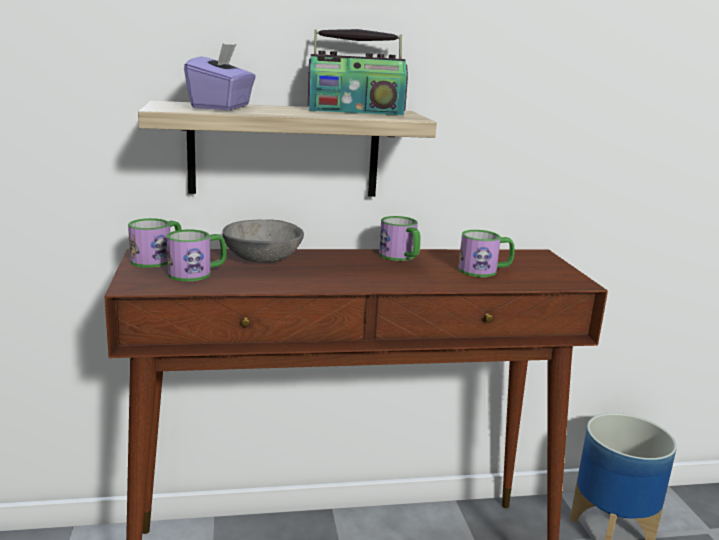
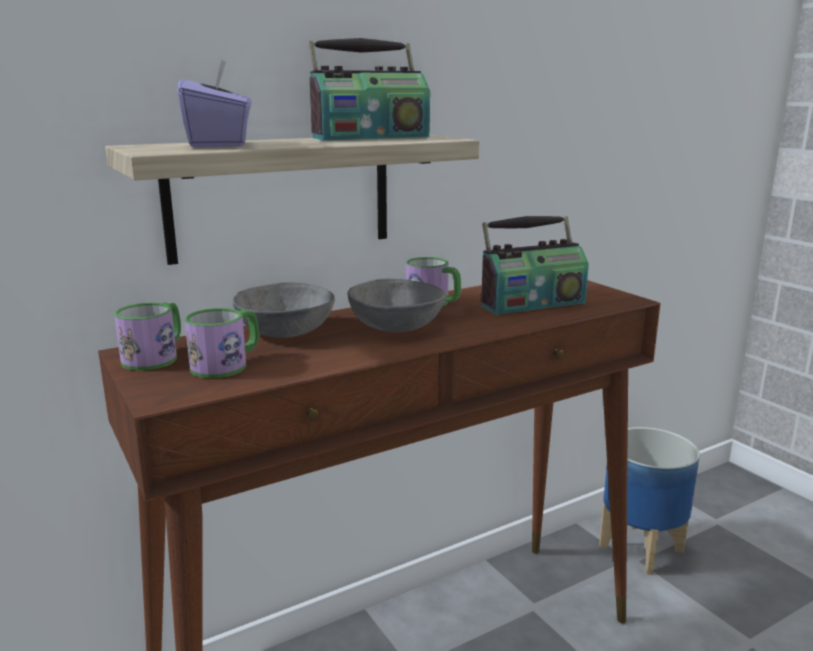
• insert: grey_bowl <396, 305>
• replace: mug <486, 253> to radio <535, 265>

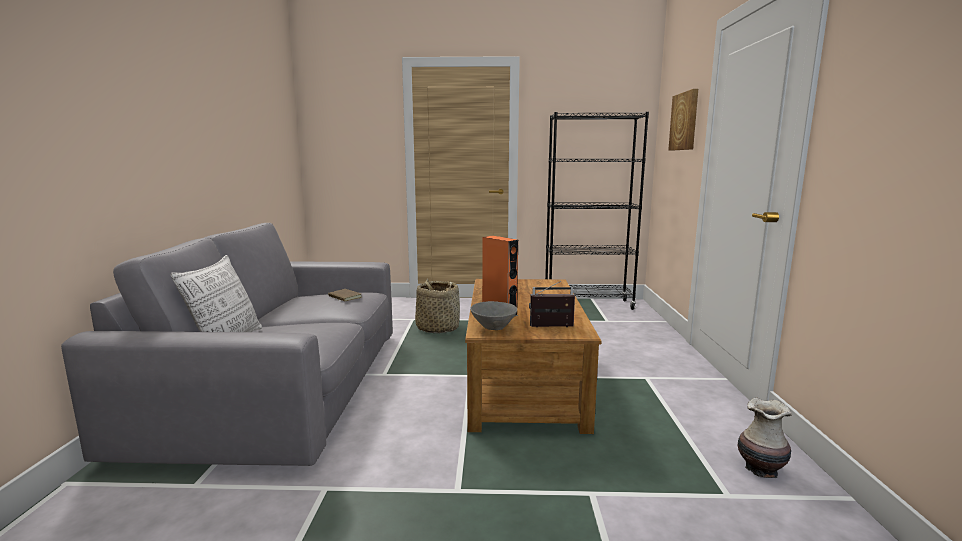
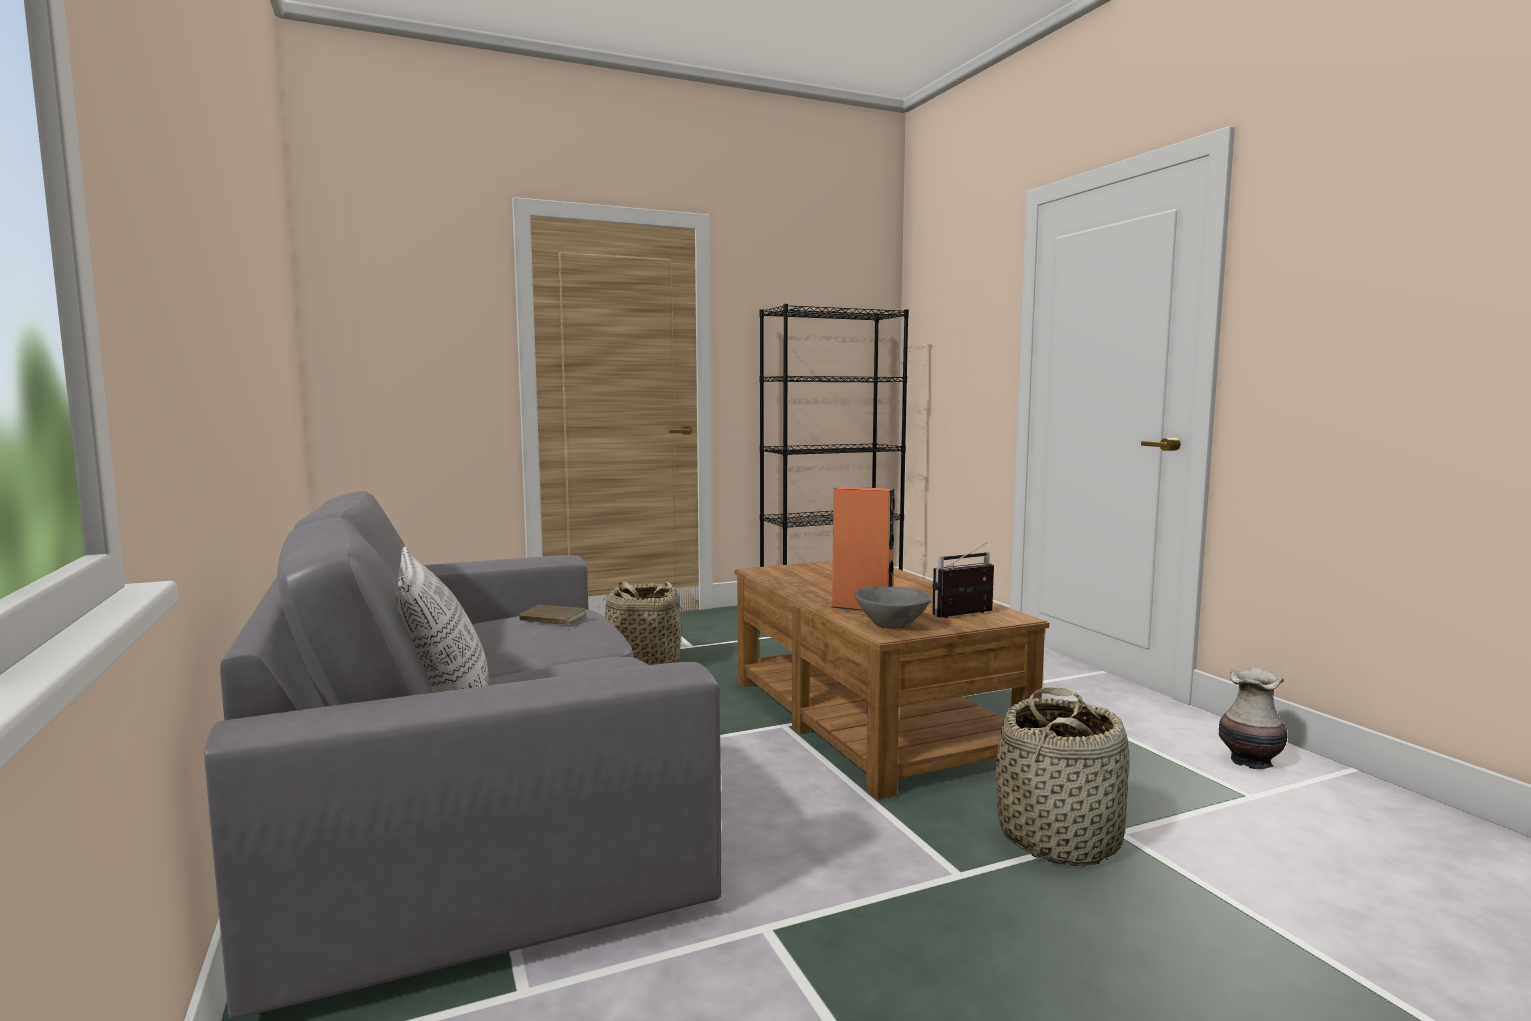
• delete: picture <683, 120>
• insert: basket <1063, 776>

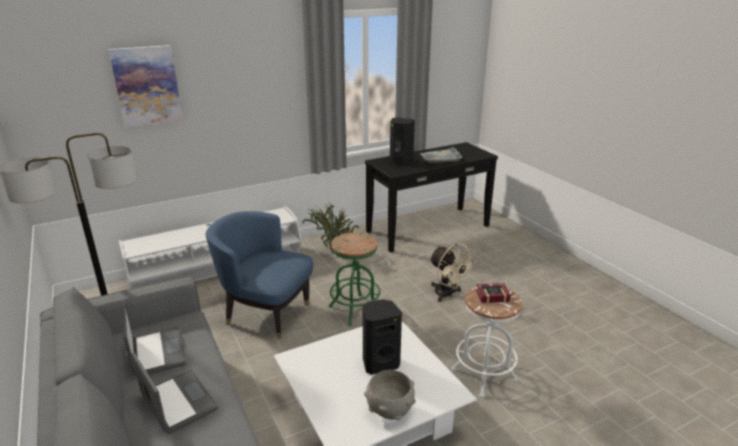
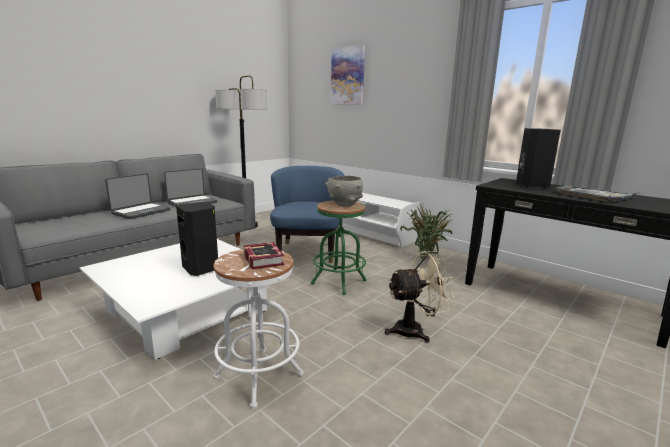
• move: grey_bowl <390, 395> to <344, 191>
• rotate: beige_fan <453, 272> = <420, 297> 135 degrees counterclockwise

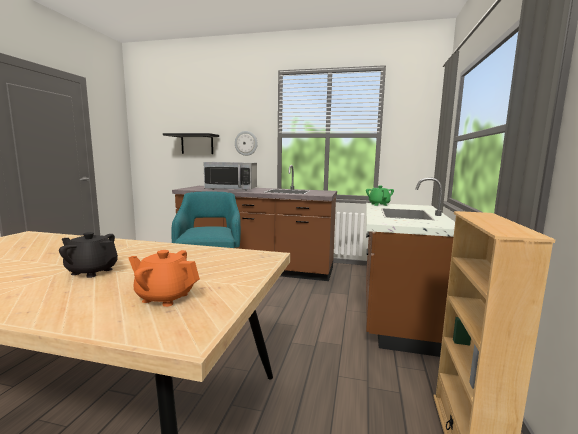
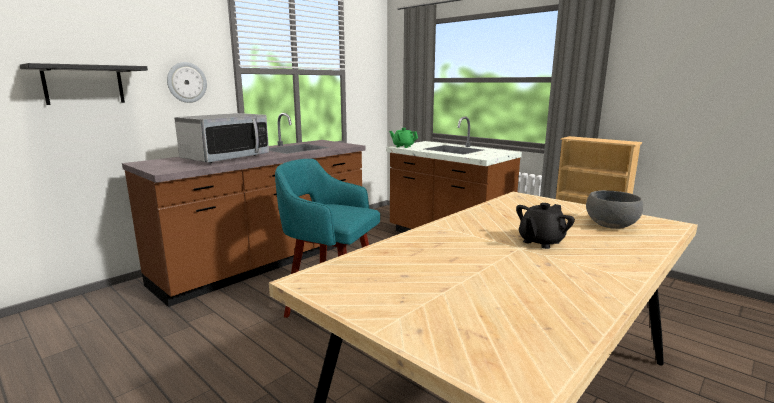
• replace: orange_teapot <164, 278> to grey_bowl <614, 209>

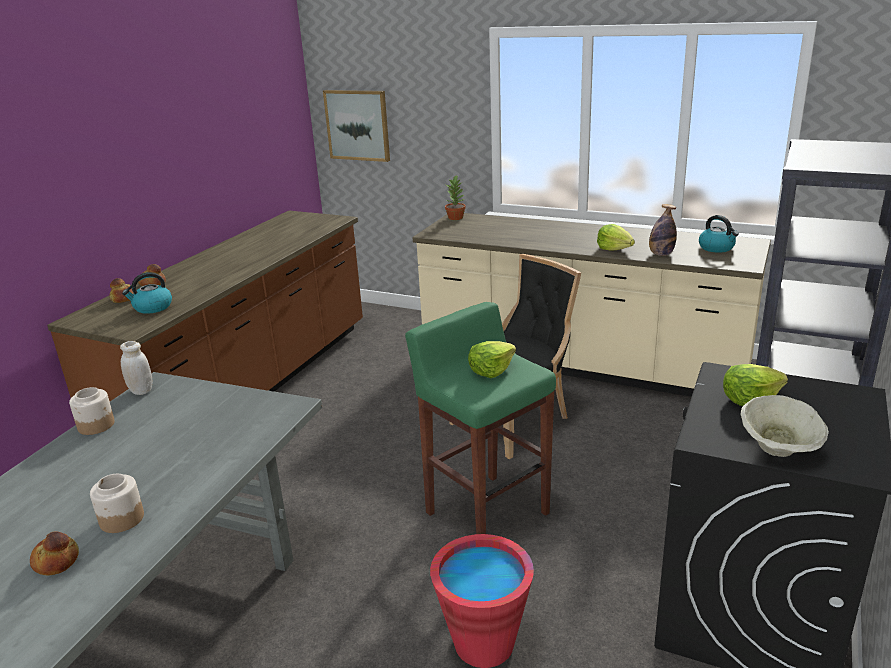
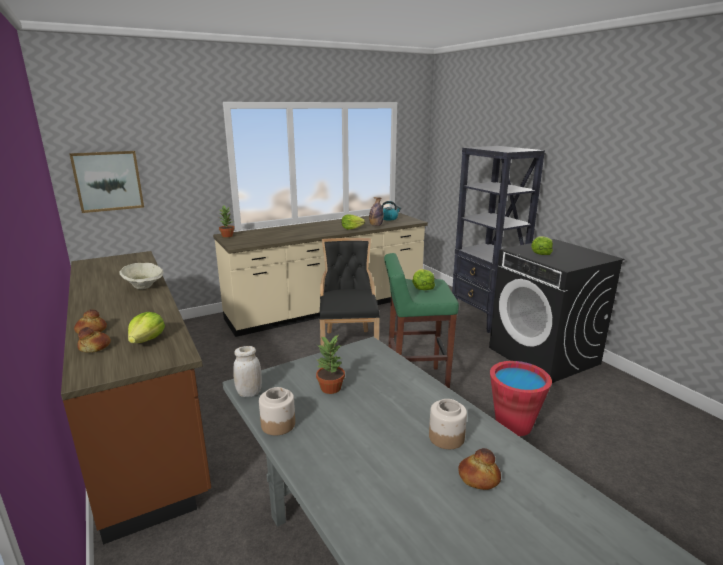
• insert: potted_plant <330, 365>
• move: beige_bowl <785, 426> to <141, 276>
• replace: kettle <147, 293> to lettuce <146, 327>

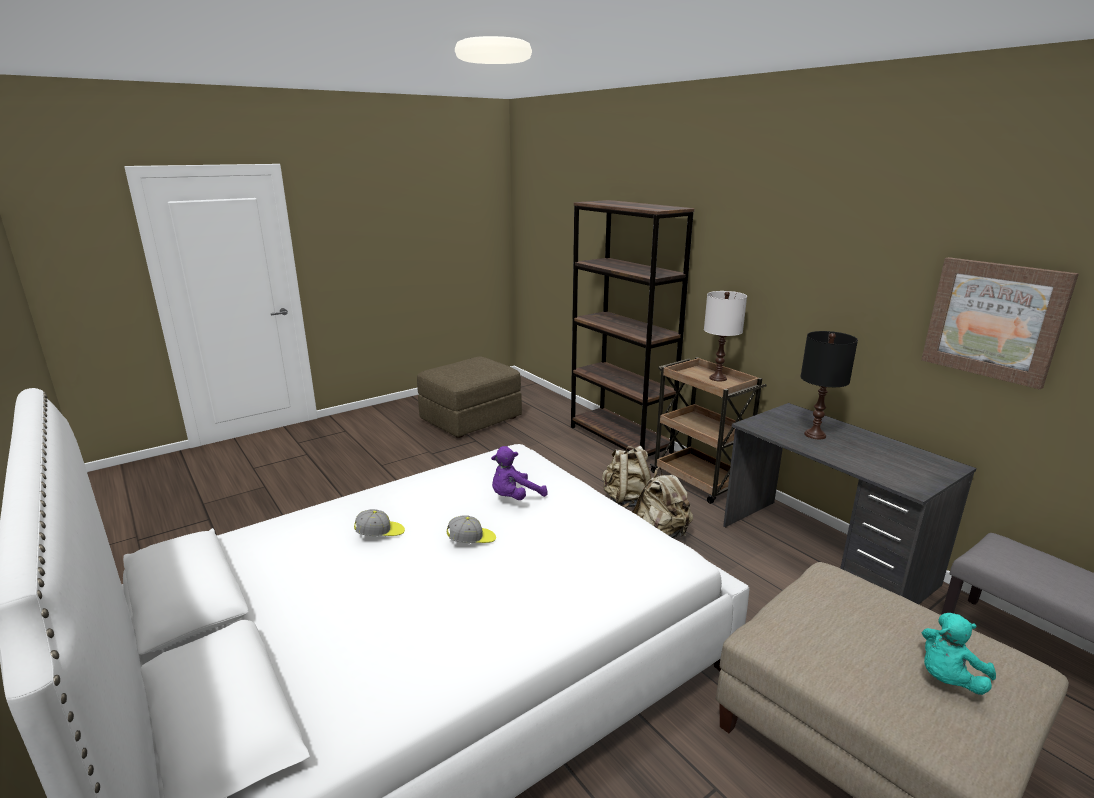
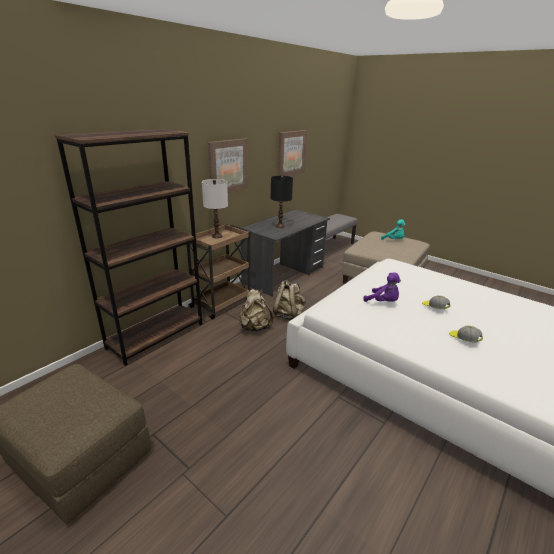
• insert: picture <227, 166>

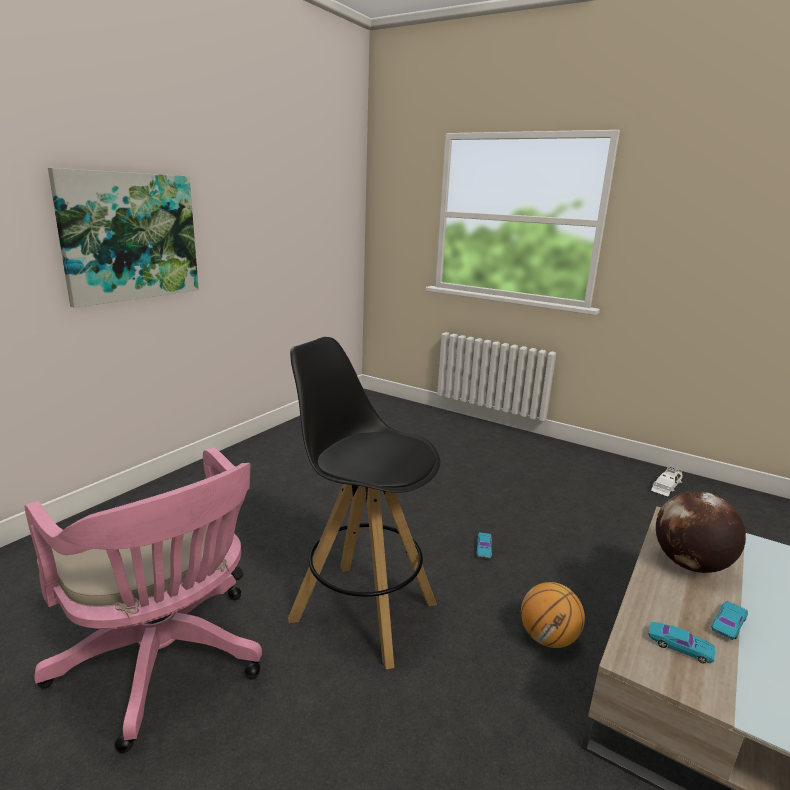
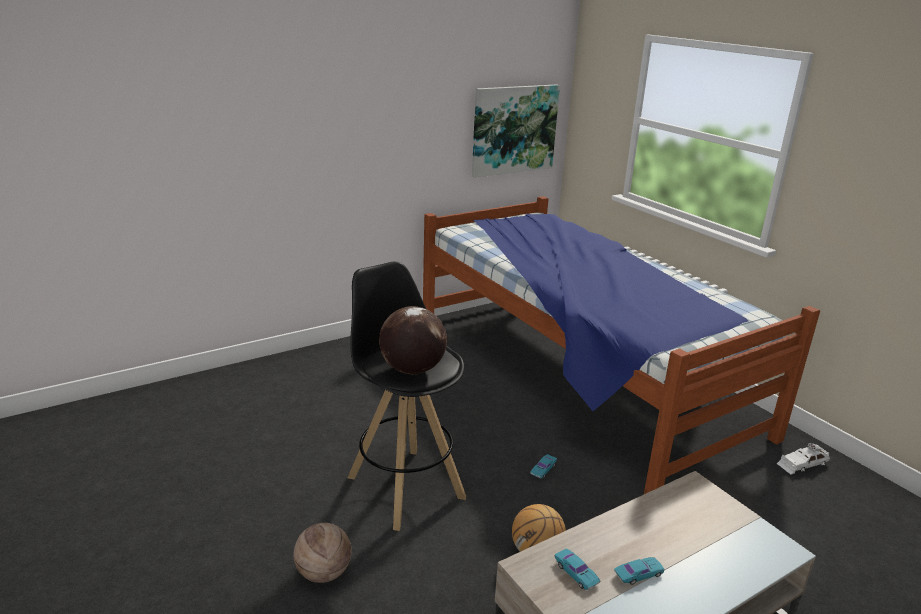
• delete: pink_office_chair <143, 600>
• insert: basketball <322, 553>
• insert: bed <621, 345>
• move: picture <123, 238> to <516, 131>
• move: globe <701, 532> to <413, 340>

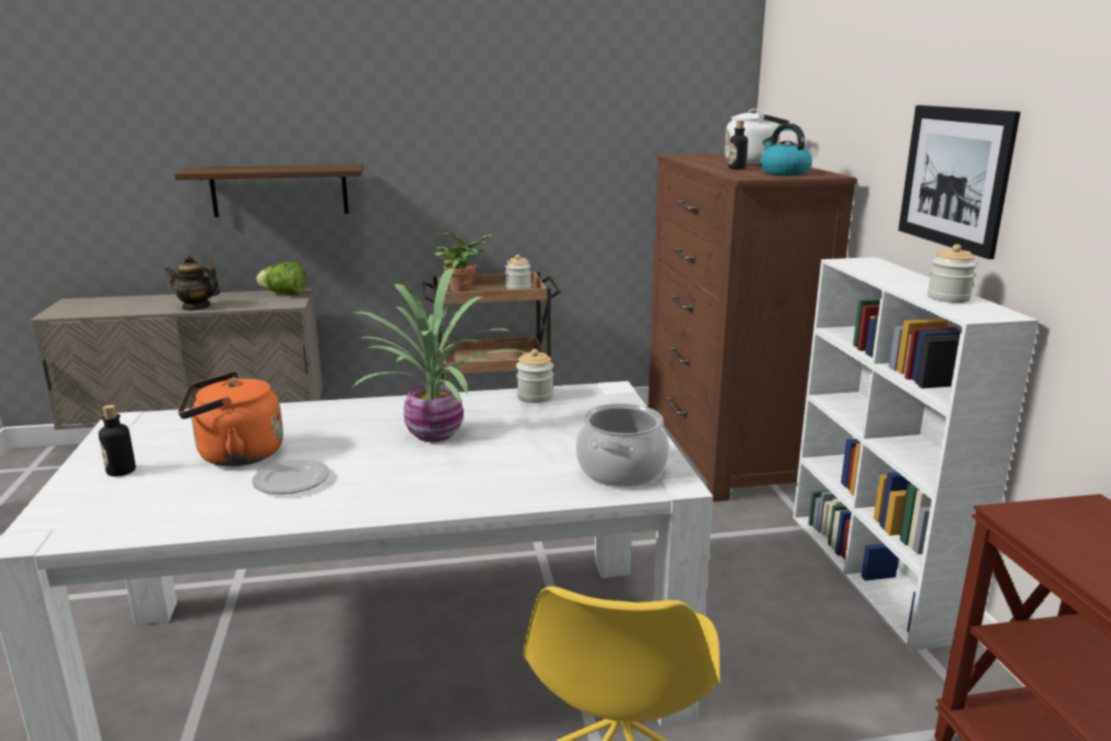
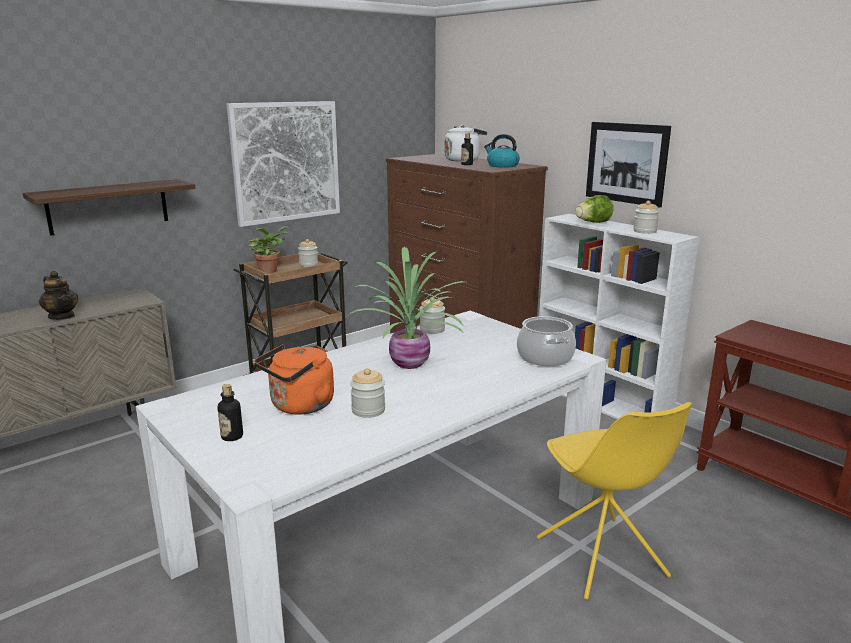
• insert: picture <283, 164>
• move: lettuce <281, 278> to <594, 209>
• replace: plate <291, 476> to jar <367, 393>
• rotate: teapot <192, 283> = <58, 295> 120 degrees counterclockwise

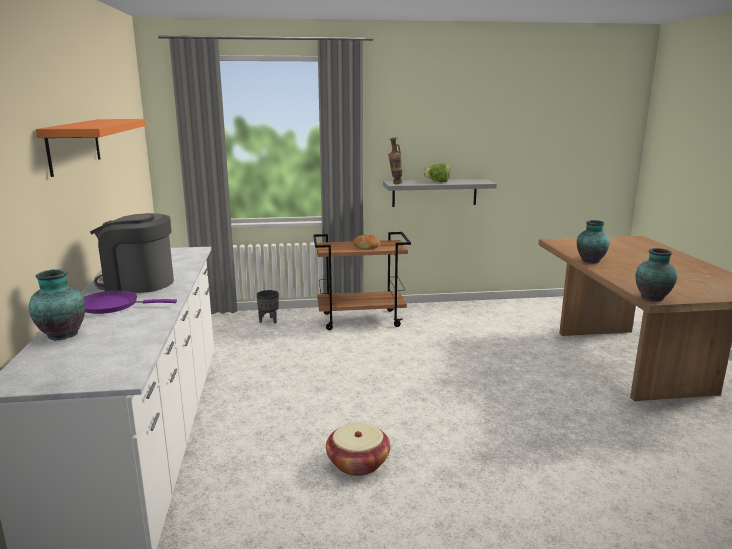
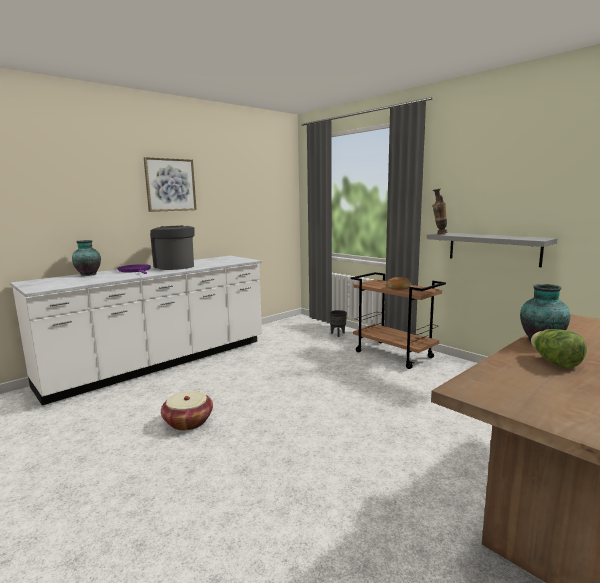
• delete: vase <656, 274>
• move: lettuce <437, 172> to <559, 349>
• replace: orange_shelf <90, 148> to picture <170, 184>

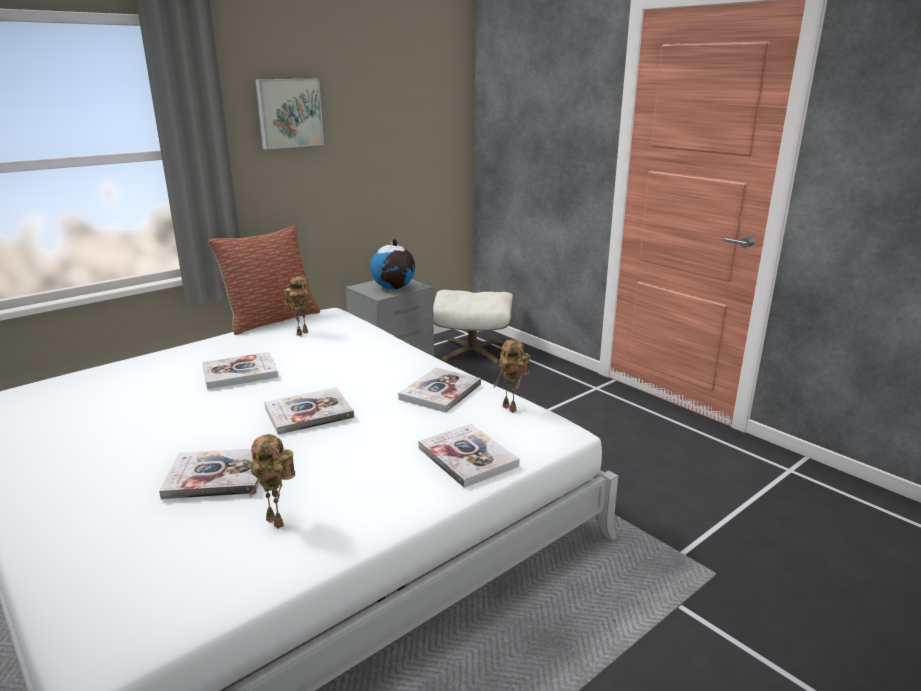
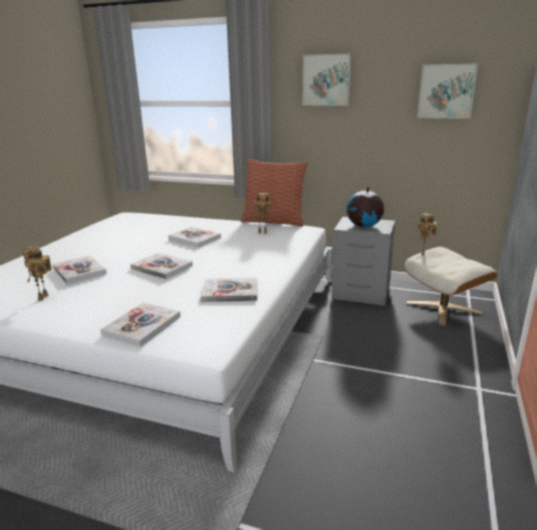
• insert: picture <447, 91>
• move: toy_robot <511, 376> to <427, 234>

